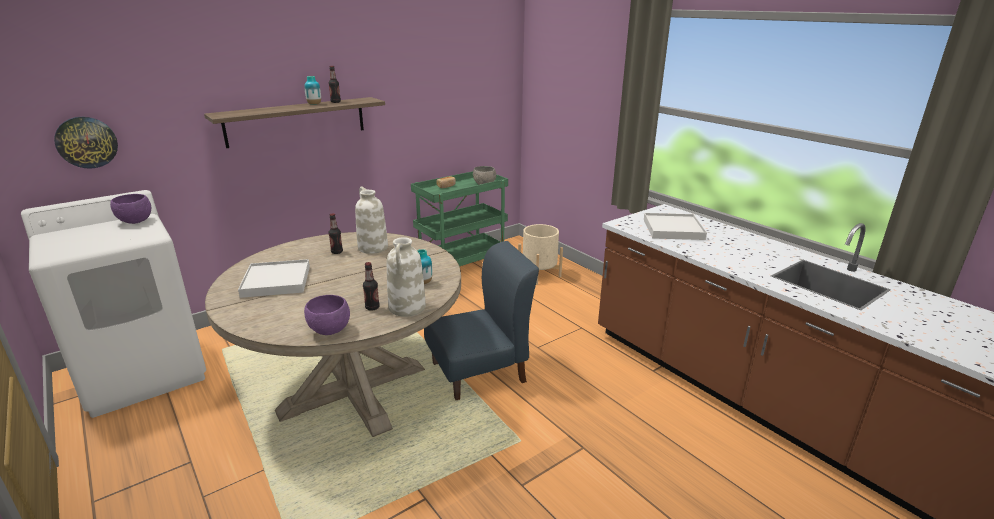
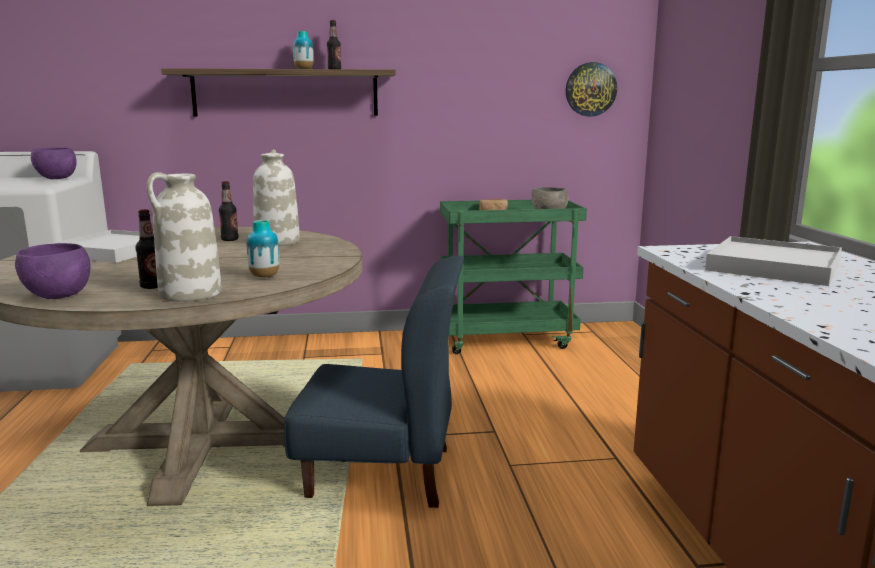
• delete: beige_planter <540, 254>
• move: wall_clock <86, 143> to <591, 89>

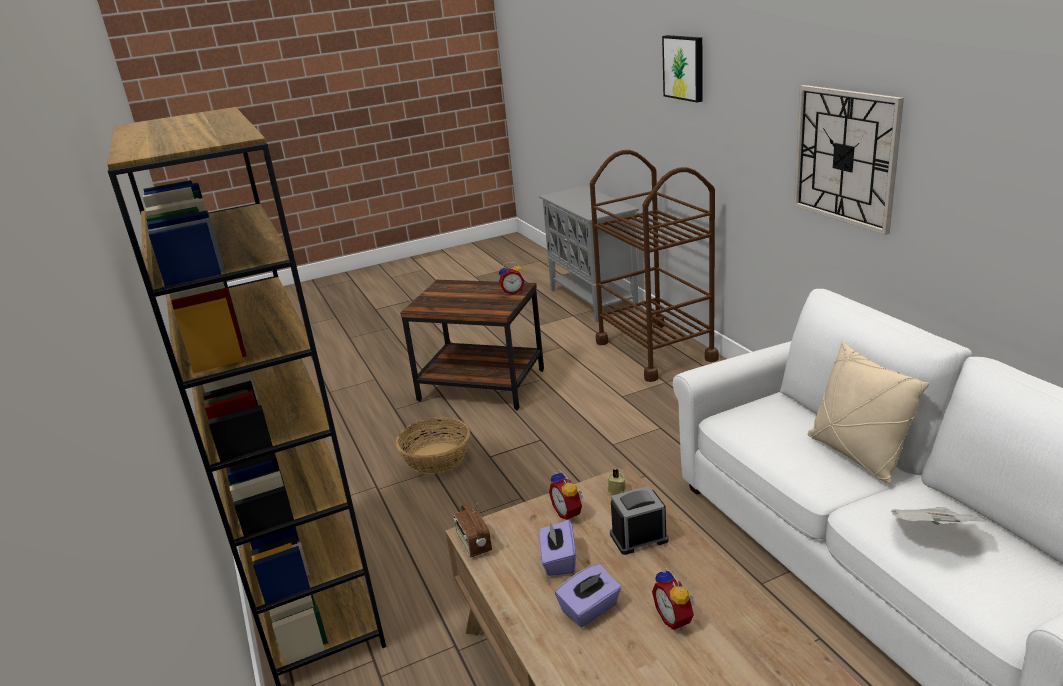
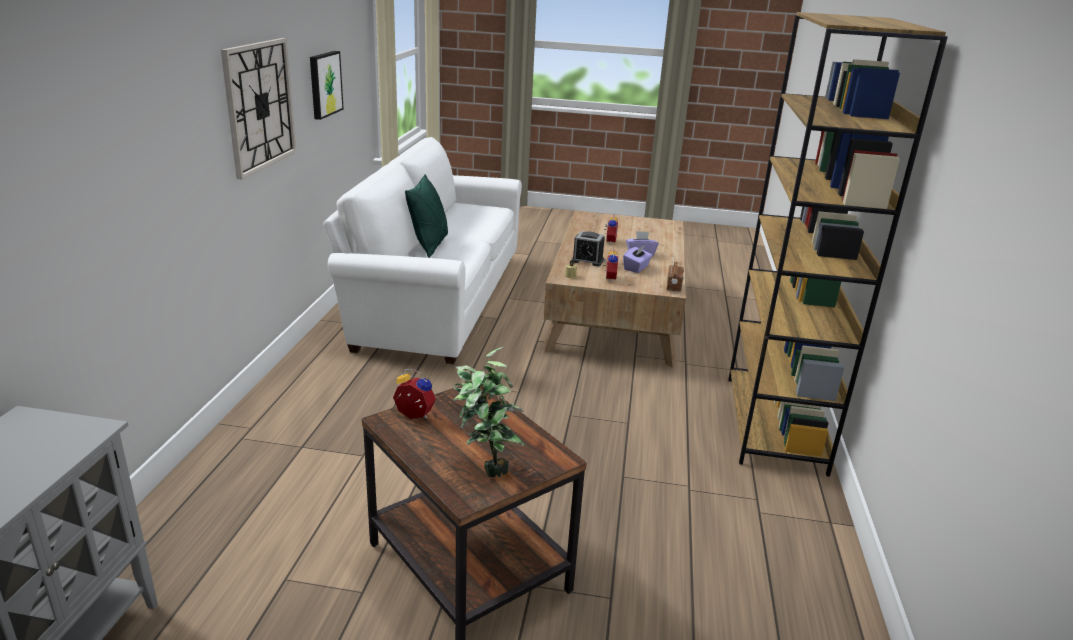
• delete: basket <433, 445>
• delete: brown_cart <654, 266>
• delete: newspaper <938, 516>
• insert: potted_plant <489, 411>
• move: picture <682, 68> to <327, 85>
• recolor: beige_pillow <868, 412> to green_pillow <426, 216>

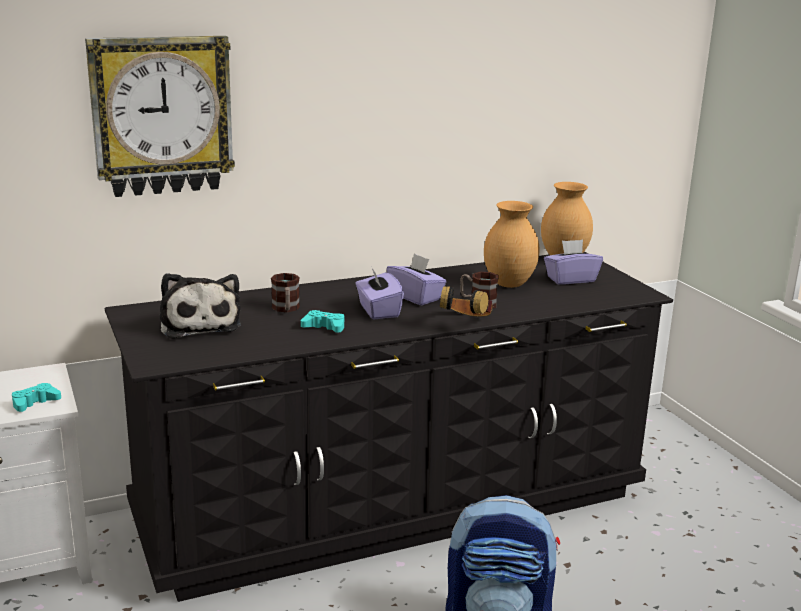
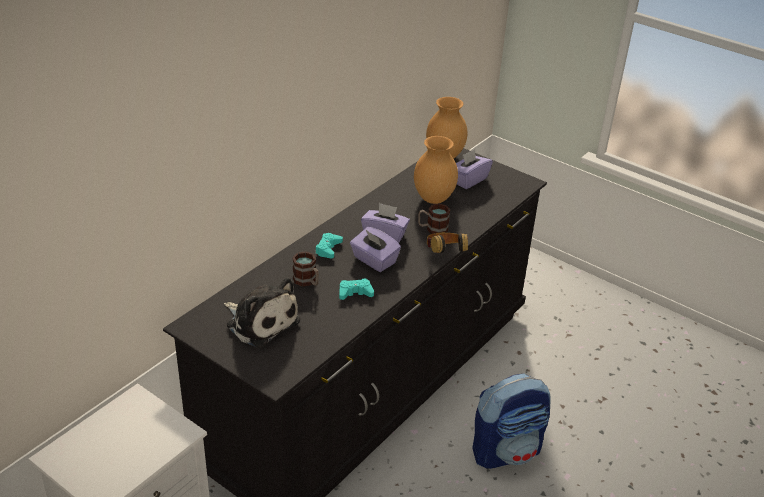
• delete: wall_clock <160, 116>
• move: turquoise_game_controller <36, 397> to <329, 246>

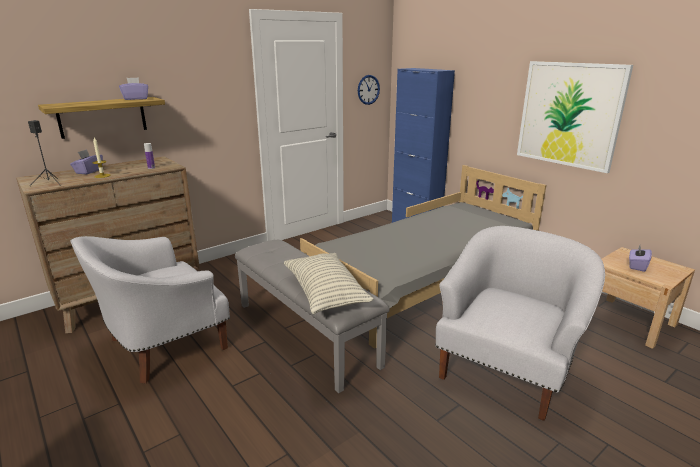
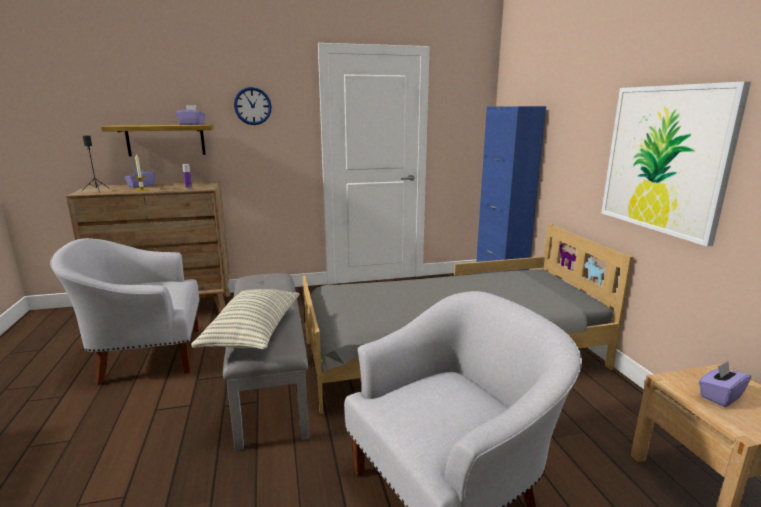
• move: wall_clock <369, 90> to <253, 106>

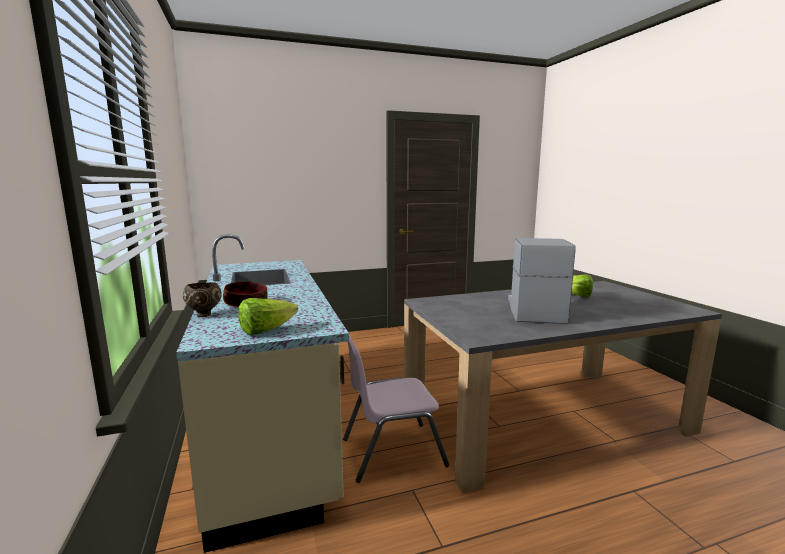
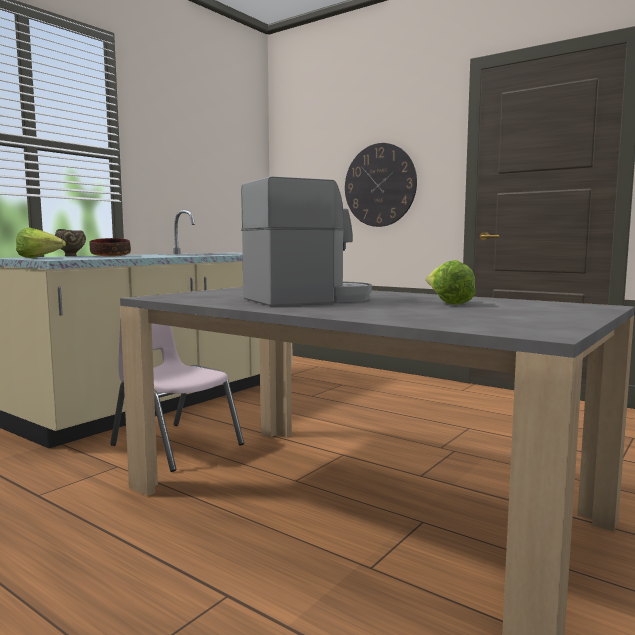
• insert: wall_clock <381, 185>

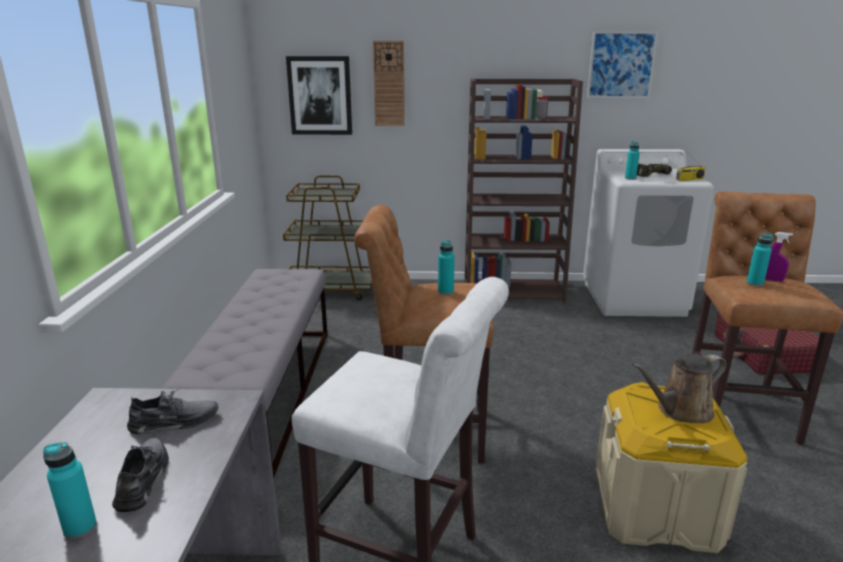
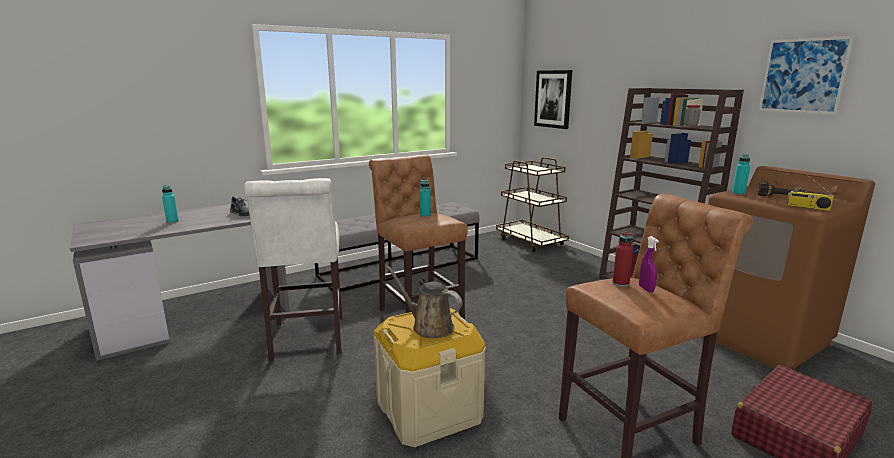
• delete: grey_shoe <140, 475>
• delete: wall_clock <389, 83>
• recolor: white_washing_machine <648, 233> to brown_washing_machine <789, 268>
• recolor: turquoise_bottle <760, 259> to red_bottle <623, 259>

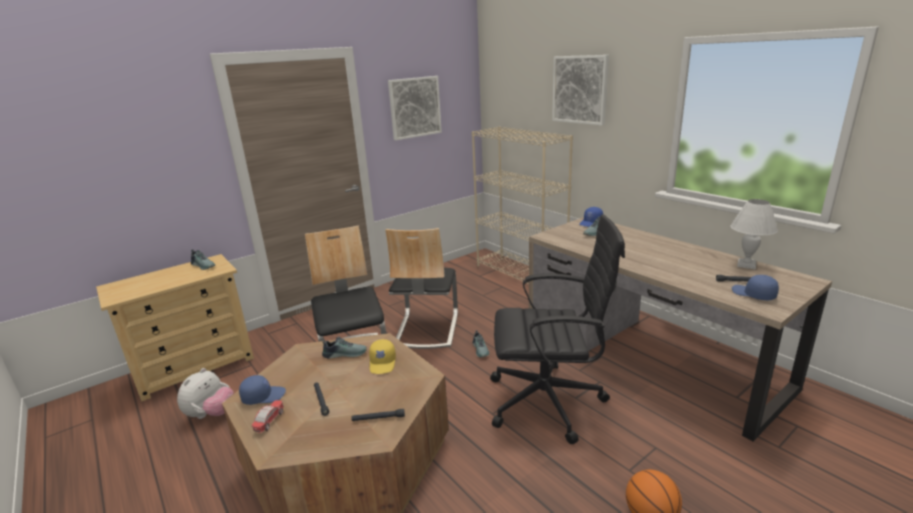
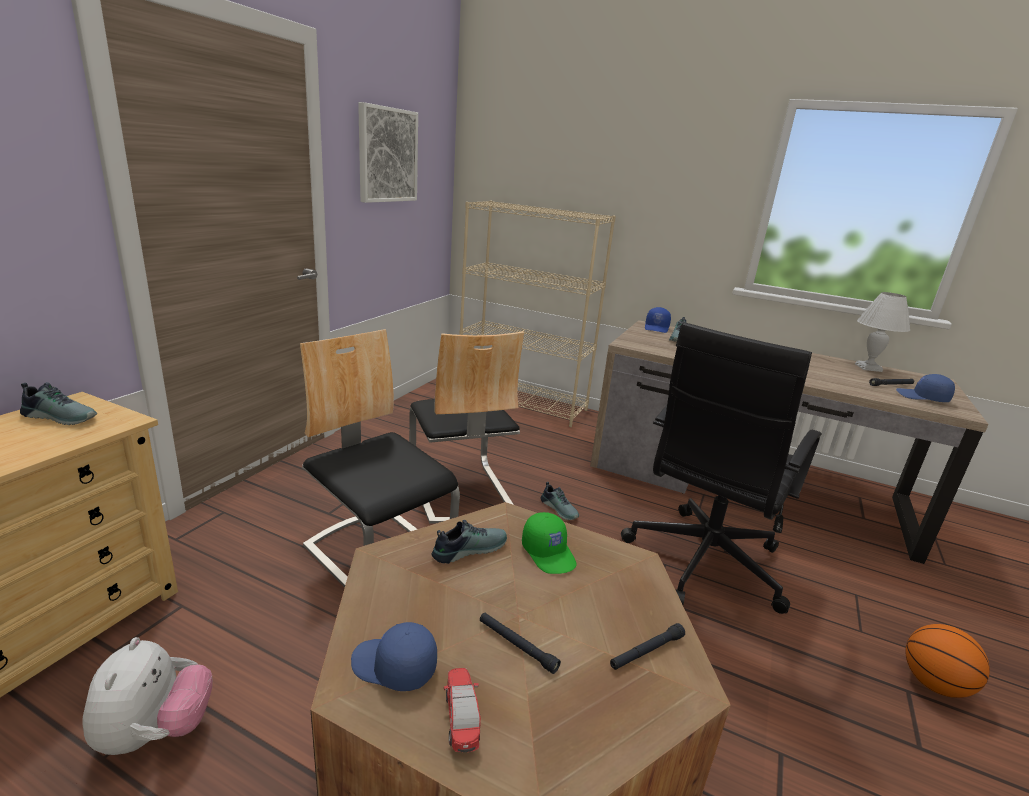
• delete: picture <580, 90>
• recolor: yellow_cap <382, 356> to green_cap <549, 543>
• rotate: blue_cap <262, 390> = <394, 656> 120 degrees counterclockwise
• rotate: black_office_chair <557, 329> = <721, 468> 150 degrees clockwise

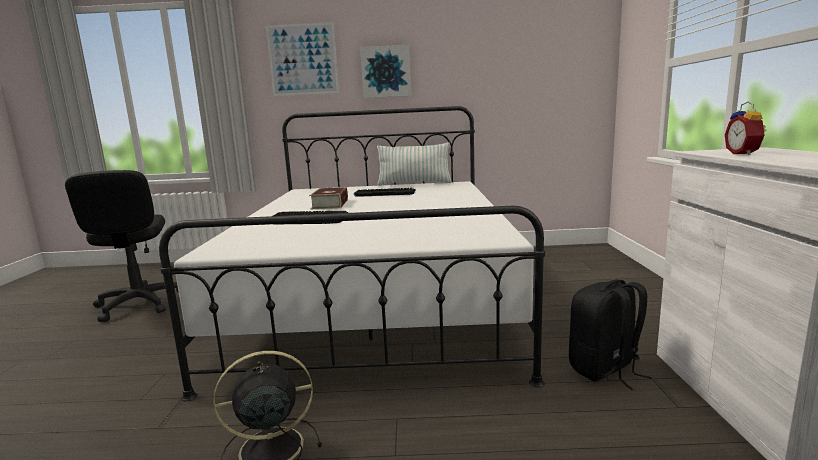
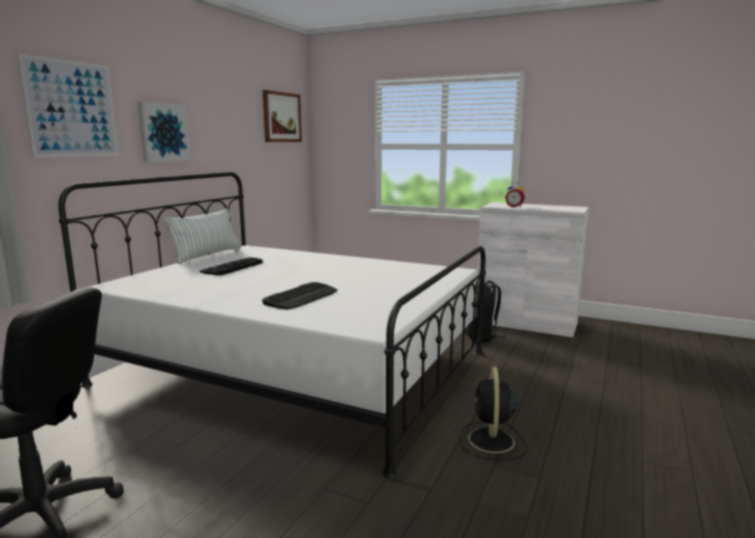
• delete: book <328, 198>
• insert: picture <282, 116>

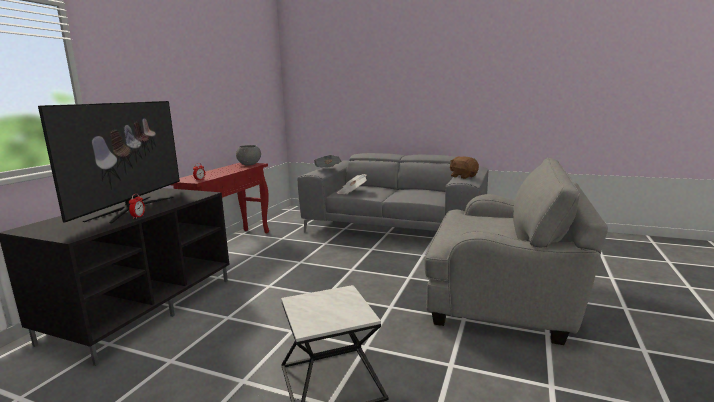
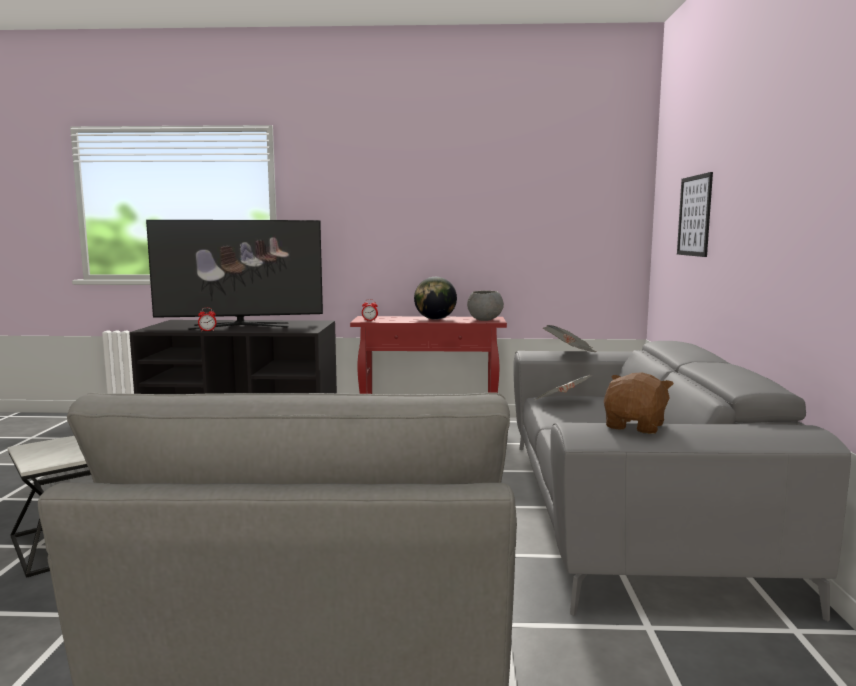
• insert: globe <435, 298>
• insert: picture <695, 214>

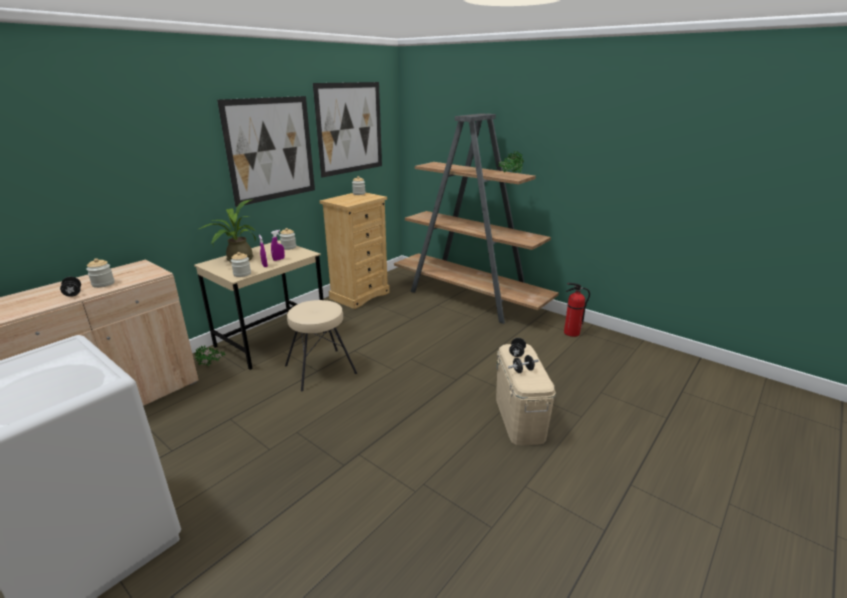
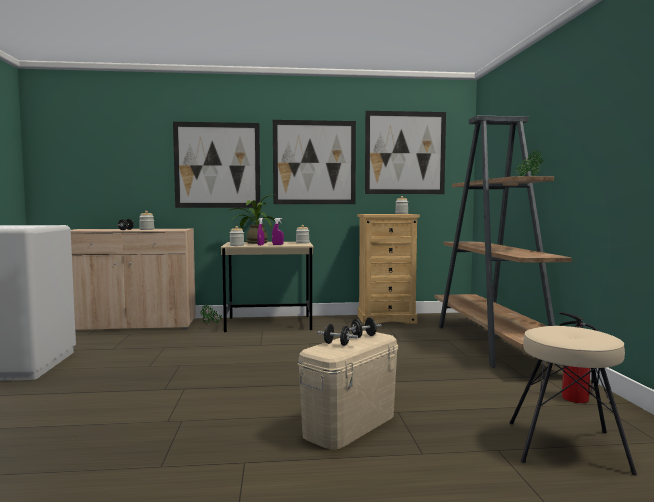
• insert: picture <216, 165>
• move: beige_stool <321, 346> to <573, 401>

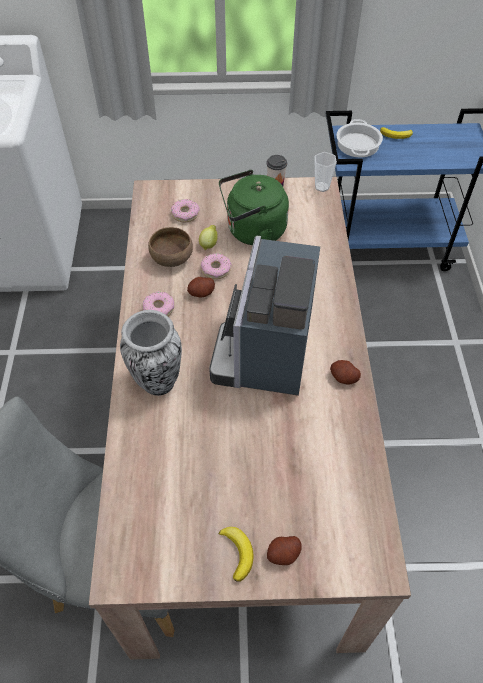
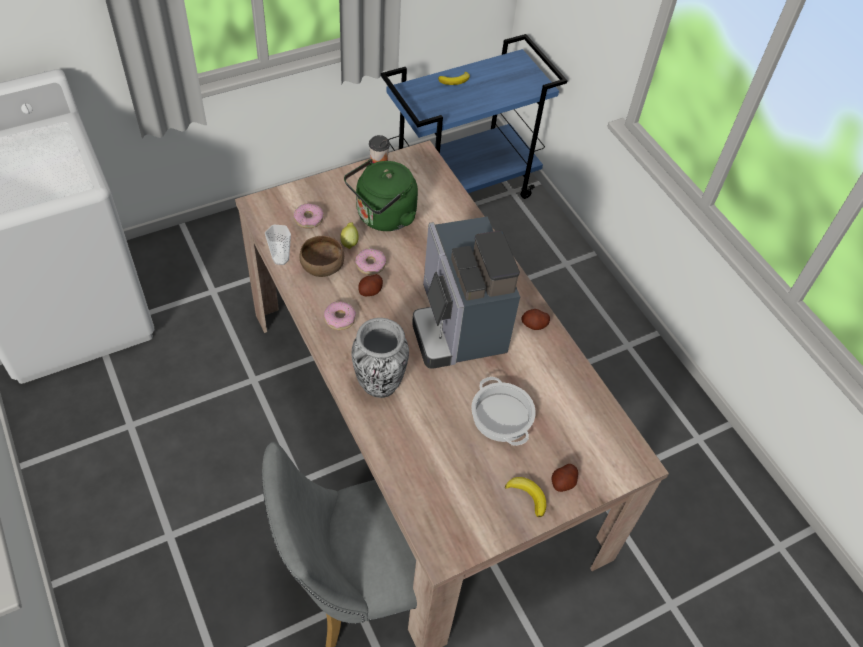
• move: cup <325, 172> to <278, 245>
• move: cooking_pot <359, 138> to <503, 411>

